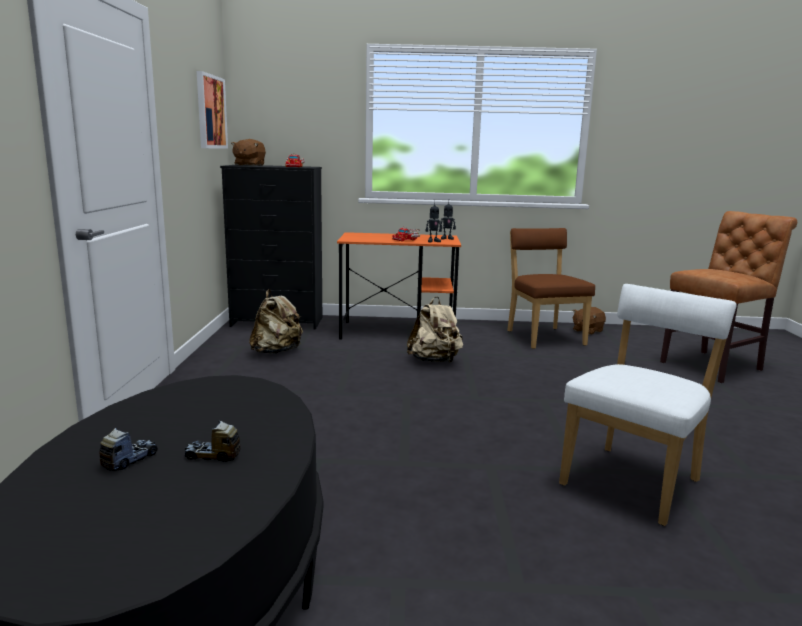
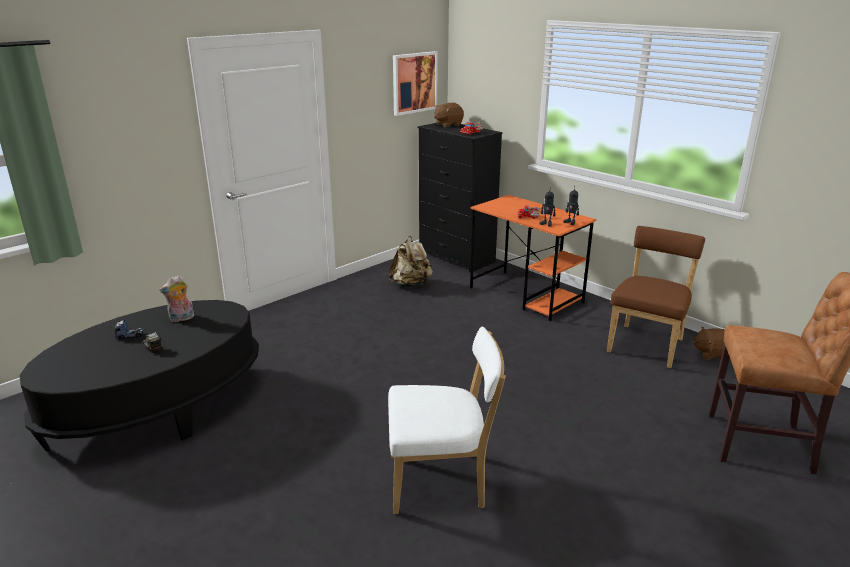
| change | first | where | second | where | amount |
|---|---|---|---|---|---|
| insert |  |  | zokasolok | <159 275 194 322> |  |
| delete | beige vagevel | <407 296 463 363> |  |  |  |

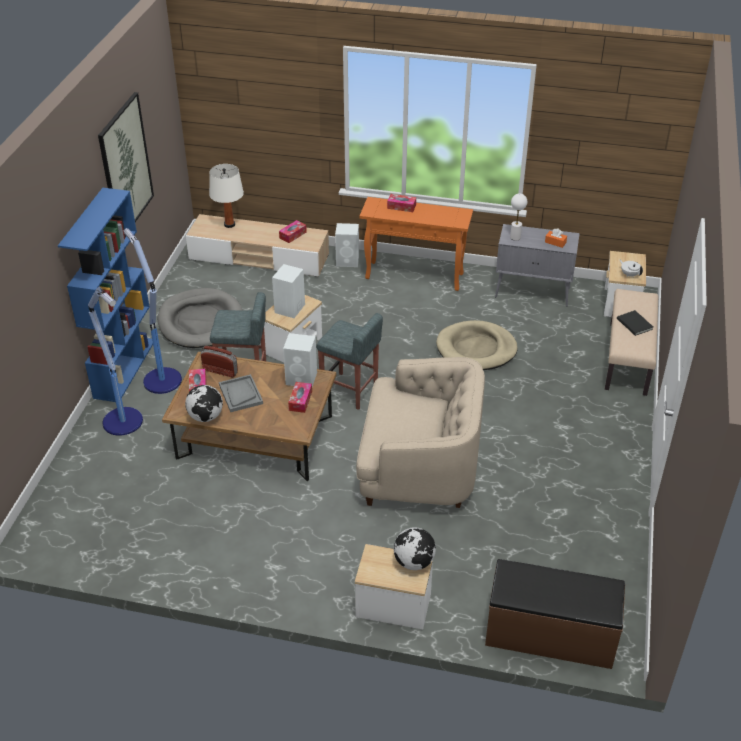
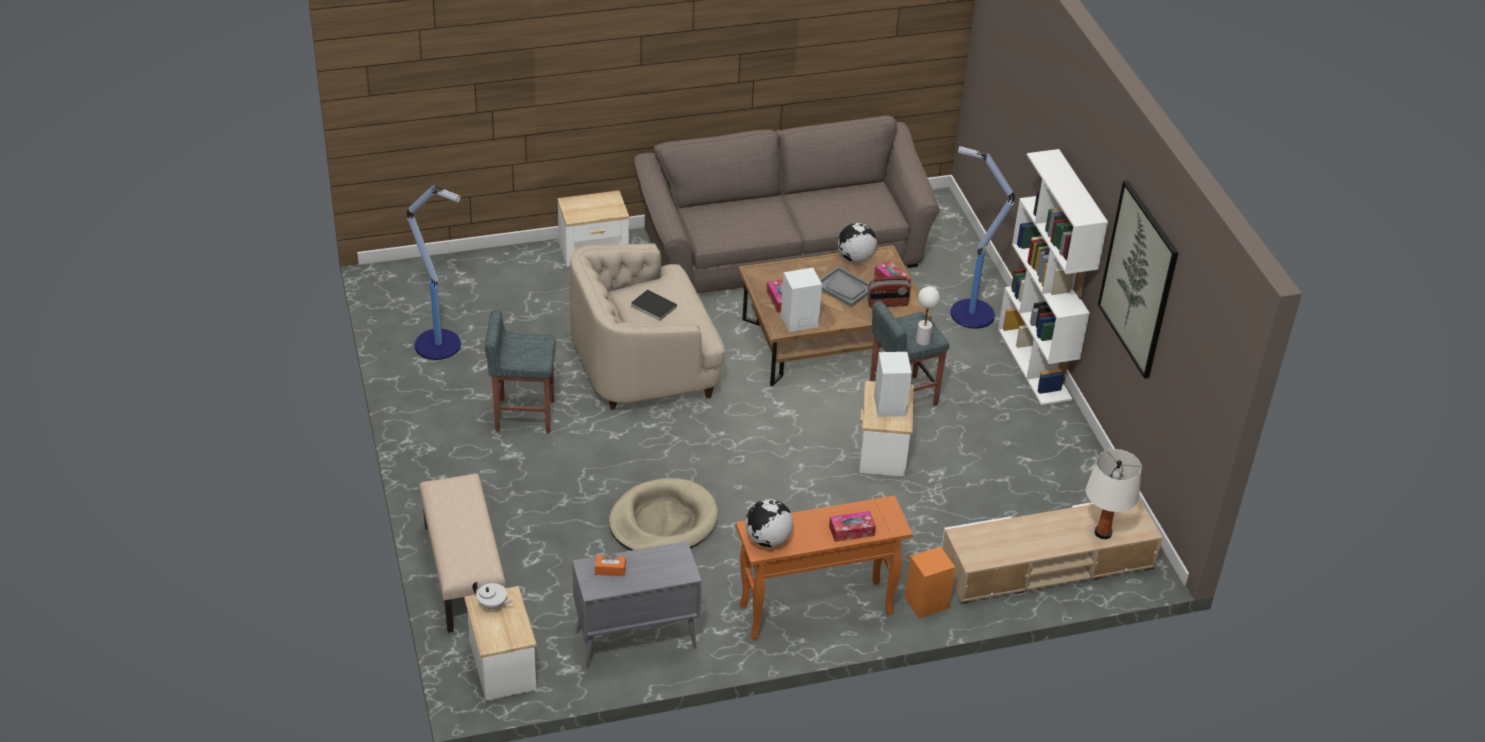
| change | first | where | second | where | amount |
|---|---|---|---|---|---|
| move | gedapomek | <123 228 182 394> |  | <407 185 461 360> |  |
| move | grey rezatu | <316 313 383 410> |  | <485 310 556 434> |  |
| move | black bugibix | <617 310 653 336> |  | <631 290 677 321> |  |
| insert |  |  | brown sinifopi | <634 116 940 293> |  |
| move | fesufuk | <394 528 436 570> |  | <746 499 793 547> |  |
| recolor | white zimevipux | <335 223 359 267> | orange zimevipux | <904 546 955 618> |  |
| move | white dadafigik | <510 193 527 241> |  | <916 287 940 346> |  |
| recolor | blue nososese | <58 188 153 402> | white nososese | <998 149 1108 405> |  |
| delete | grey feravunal | <158 288 243 348> |  |  |  |
| delete | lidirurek | <279 220 307 243> |  |  |  |
| delete | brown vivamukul | <485 559 625 669> |  |  |  |

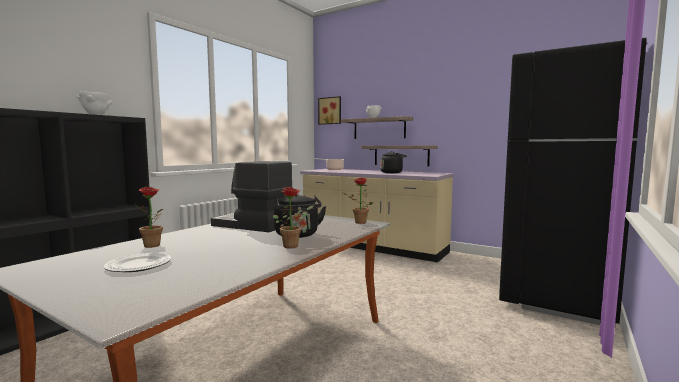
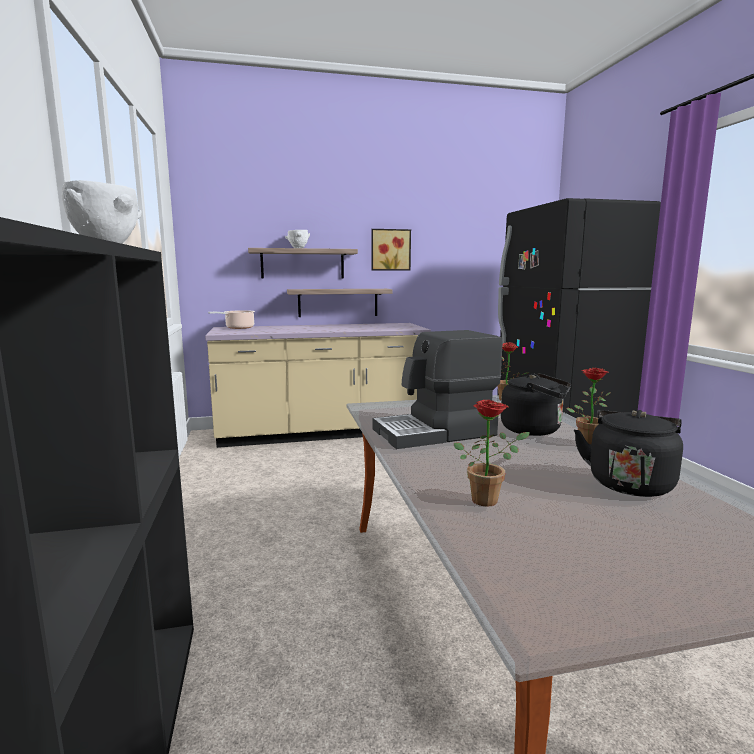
| change | first | where | second | where | amount |
|---|---|---|---|---|---|
| move | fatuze | <318 96 341 125> |  | <371 229 411 270> |  |
| move | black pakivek | <380 151 407 173> |  | <574 410 683 497> |  |
| delete | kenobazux | <104 253 171 272> |  |  |  |

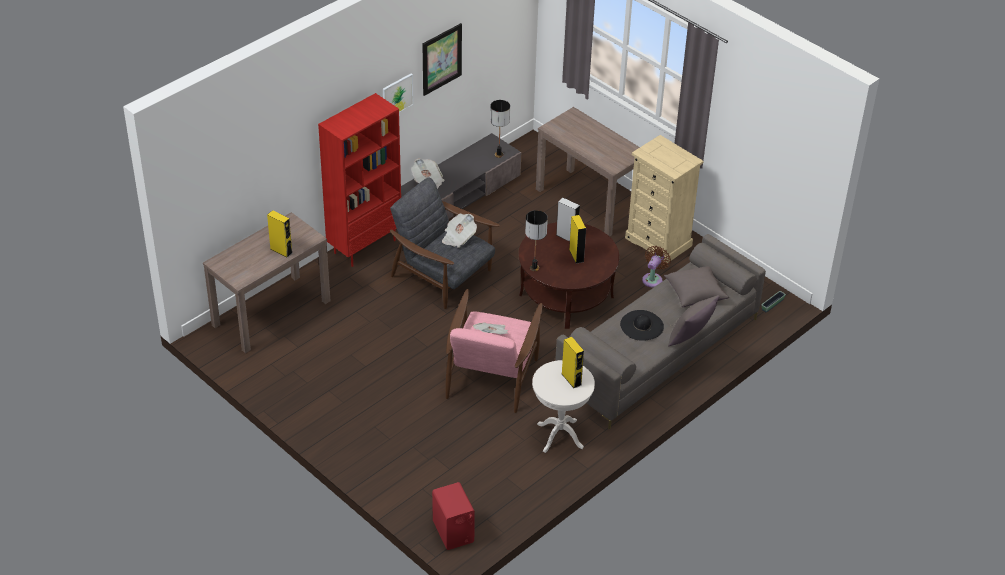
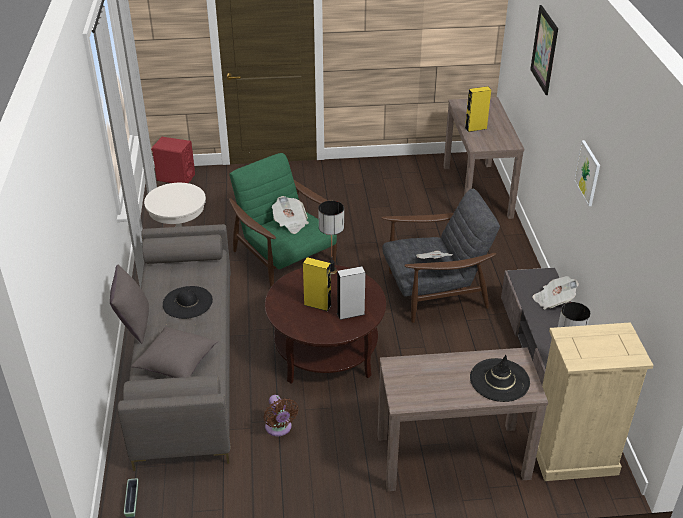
| change | first | where | second | where | amount |
|---|---|---|---|---|---|
| recolor | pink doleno | <446 289 543 413> | green doleno | <229 153 337 288> |  |
| insert |  |  | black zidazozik | <470 355 530 402> |  |
| move | fatuze | <423 23 462 96> |  | <530 5 558 95> |  |
| move | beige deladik | <625 135 704 263> |  | <536 322 654 481> |  |
| delete | red nososese | <318 93 401 267> |  |  |  |
| delete | yellow zimevipux | <562 336 584 388> |  |  |  |

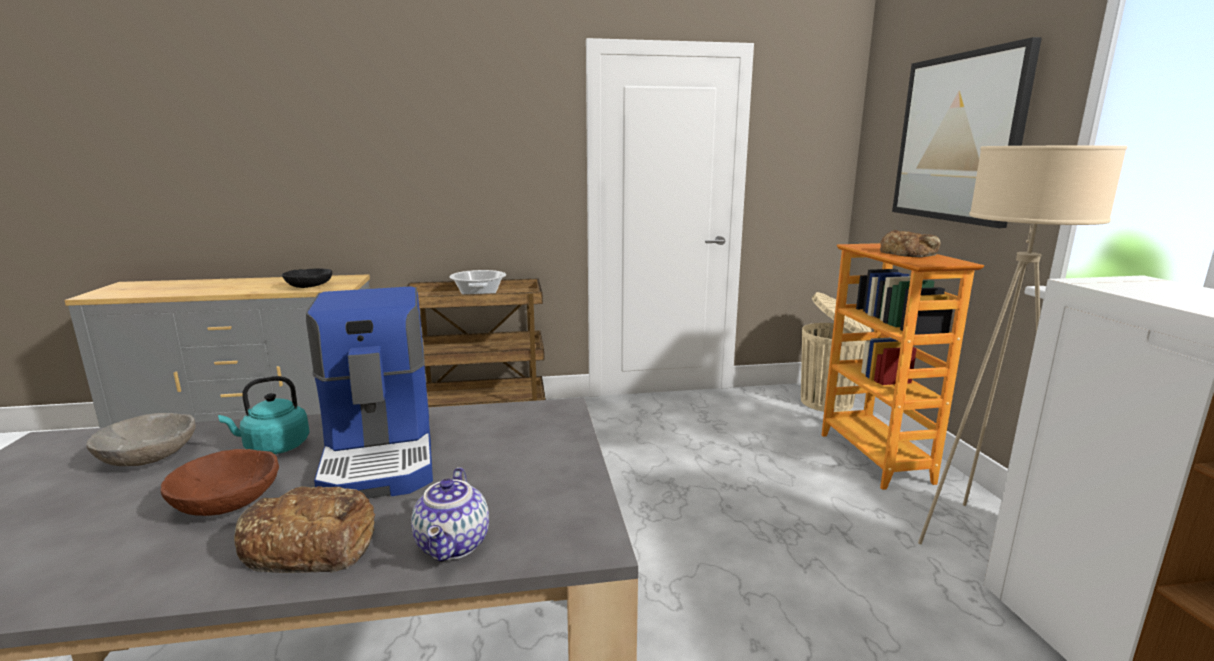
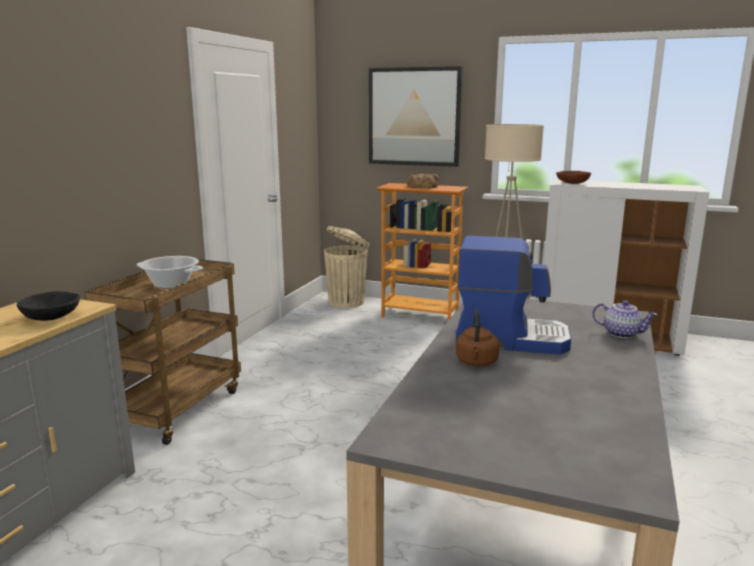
| change | first | where | second | where | amount |
|---|---|---|---|---|---|
| recolor | turquoise pakivek | <218 376 310 454> | brown pakivek | <456 310 500 366> |  |
| move | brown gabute | <160 449 279 516> |  | <556 171 591 184> |  |
| delete | grey gabute | <86 413 196 466> |  |  |  |
| delete | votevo | <234 486 375 573> |  |  |  |

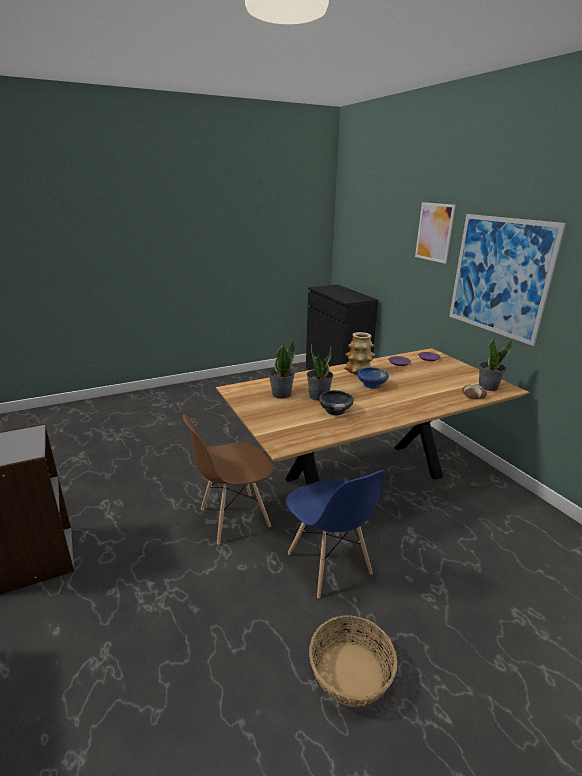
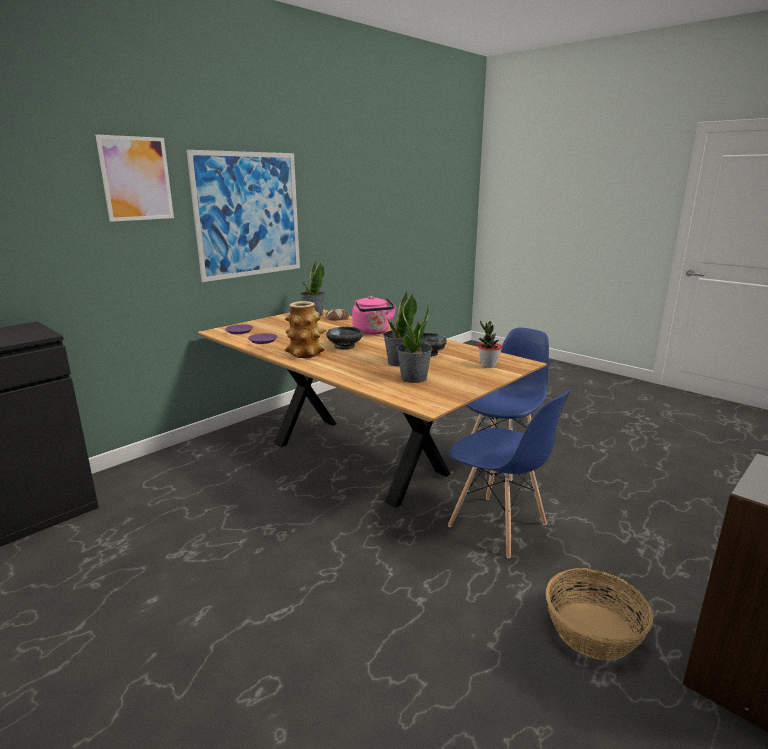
| change | first | where | second | where | amount |
|---|---|---|---|---|---|
| recolor | blue gabute | <357 367 389 389> | black gabute | <326 327 363 350> |  |
| insert |  |  | pink pakivek | <352 296 396 335> |  |
| recolor | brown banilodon | <183 414 274 544> | blue banilodon | <448 390 571 558> |  |
| insert |  |  | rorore | <478 321 502 368> |  |
| move | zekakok | <309 615 397 707> |  | <546 568 653 661> |  |

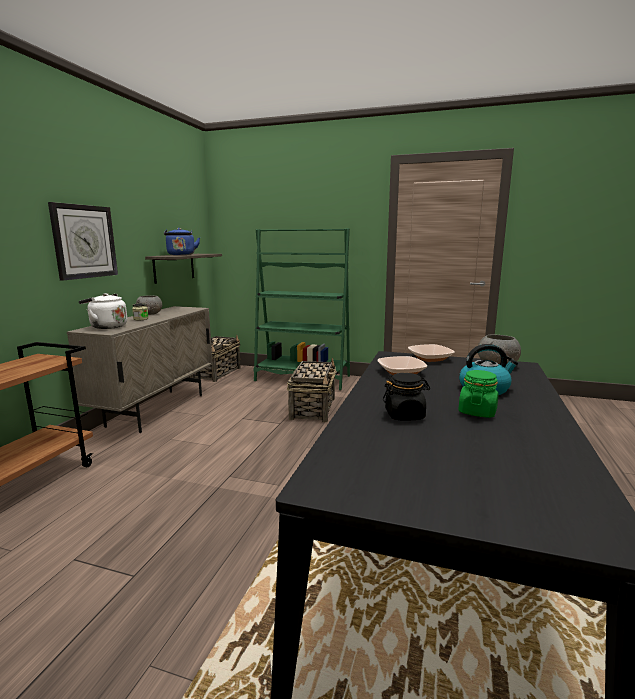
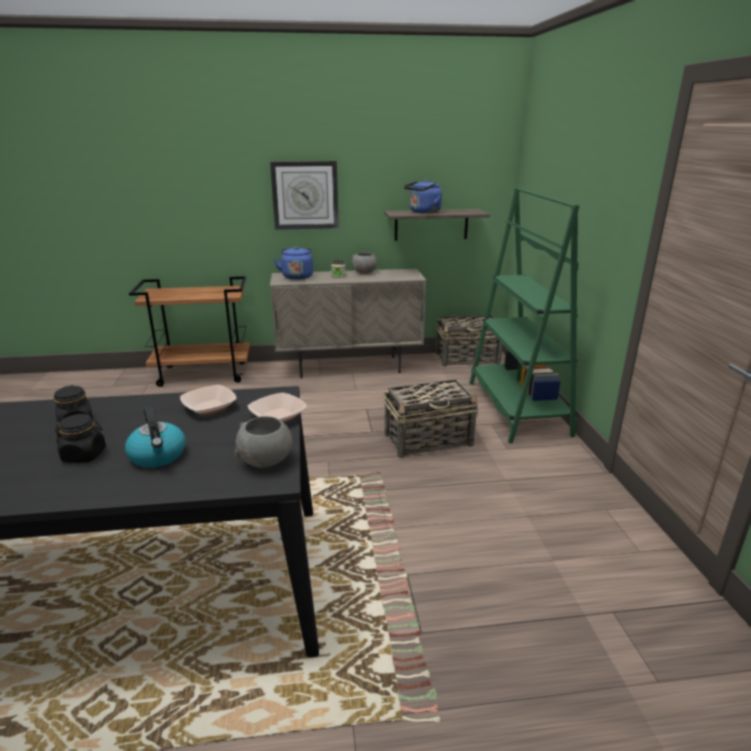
| change | first | where | second | where | amount |
|---|---|---|---|---|---|
| recolor | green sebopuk | <458 370 498 418> | black sebopuk | <55 414 106 463> |  |
| recolor | white pakivek | <79 293 127 329> | blue pakivek | <273 246 313 280> |  |

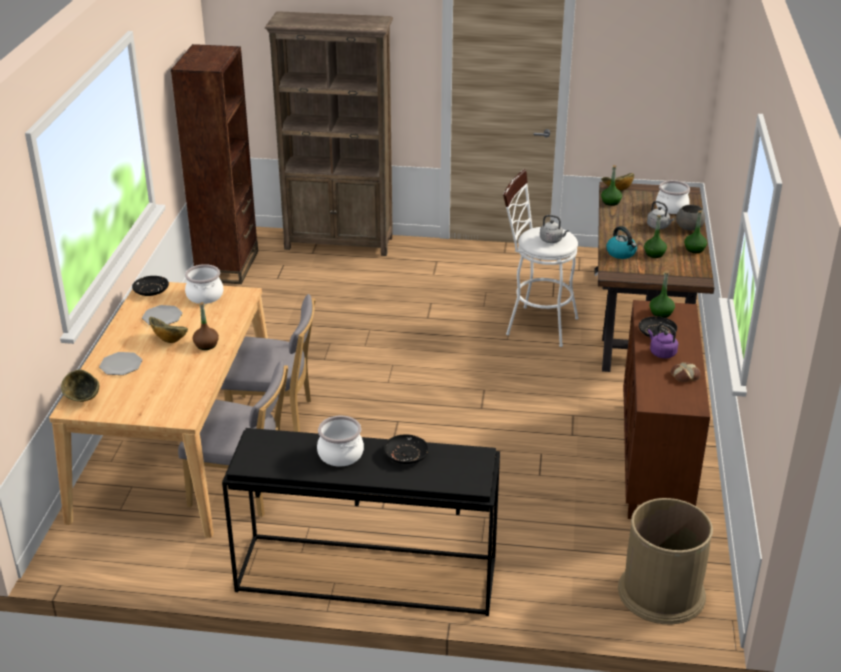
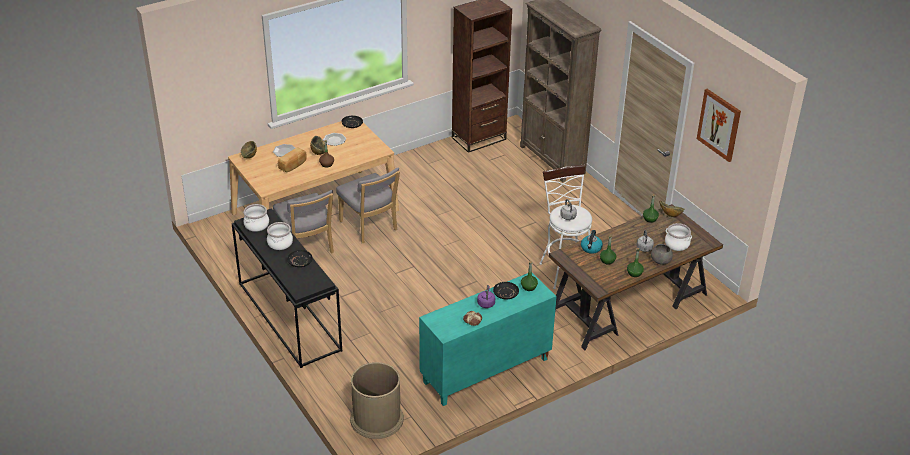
| change | first | where | second | where | amount |
|---|---|---|---|---|---|
| move | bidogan | <185 264 223 304> |  | <243 204 269 232> |  |
| insert |  |  | votevo | <278 147 307 172> |  |
| recolor | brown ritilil | <624 300 710 519> | turquoise ritilil | <419 273 557 406> |  |
| insert |  |  | fatuze | <697 89 741 162> |  |

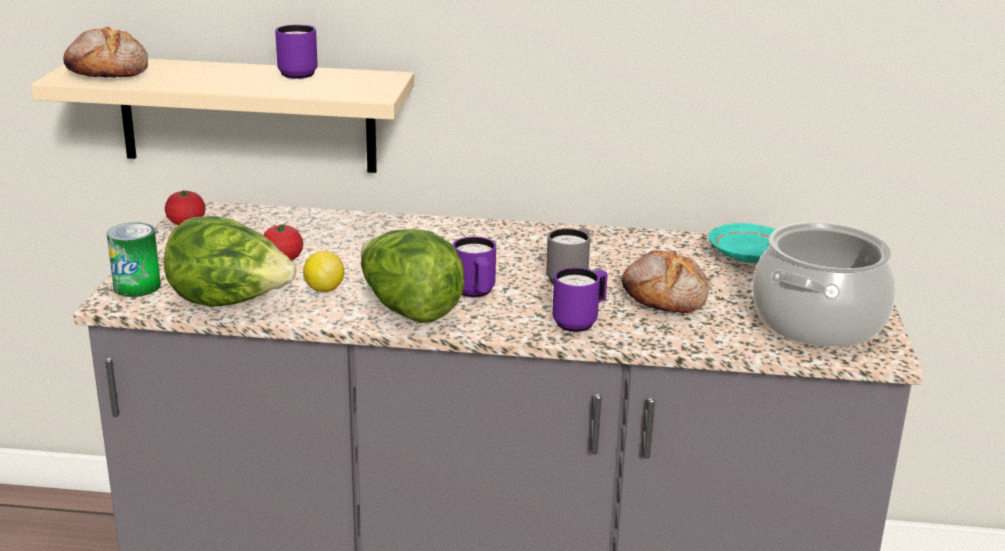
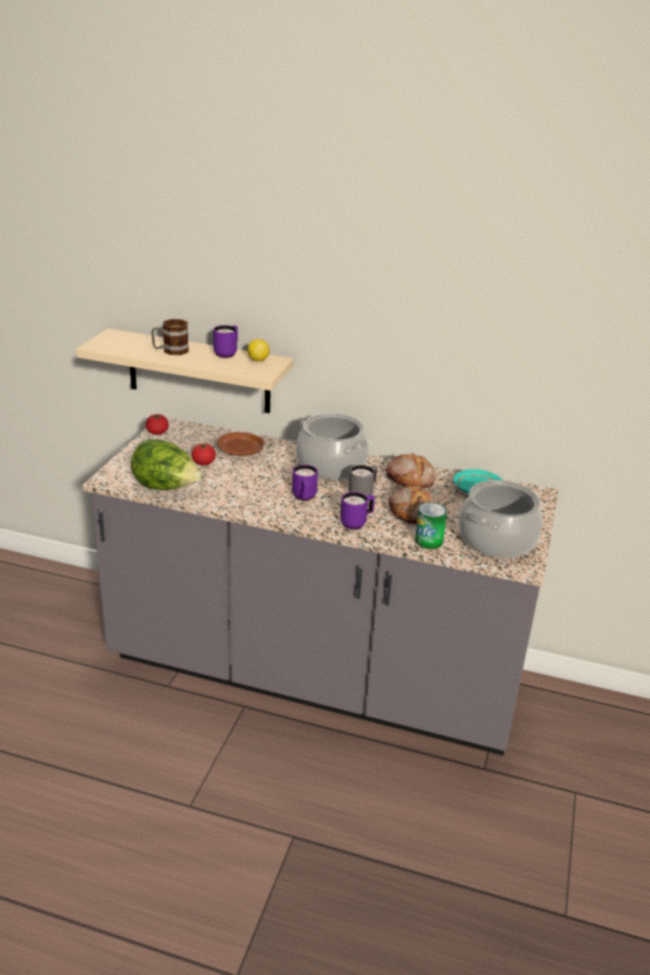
| change | first | where | second | where | amount |
|---|---|---|---|---|---|
| insert |  |  | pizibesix | <151 319 189 355> |  |
| insert |  |  | brown kenobazux | <217 432 265 456> |  |
| move | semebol | <303 251 344 292> |  | <247 339 270 361> |  |
| insert |  |  | bidogan | <296 413 369 479> |  |
| move | votevo | <63 27 148 78> |  | <386 453 435 488> |  |
| move | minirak | <107 222 161 297> |  | <415 502 447 549> |  |
| delete | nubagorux | <361 229 465 323> |  |  |  |

